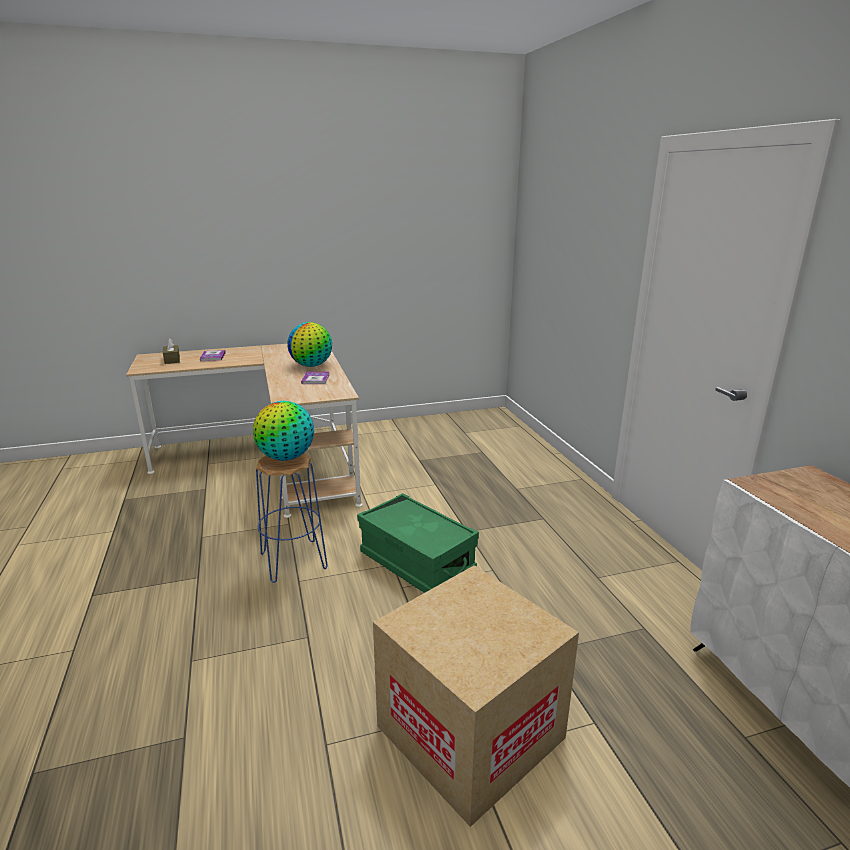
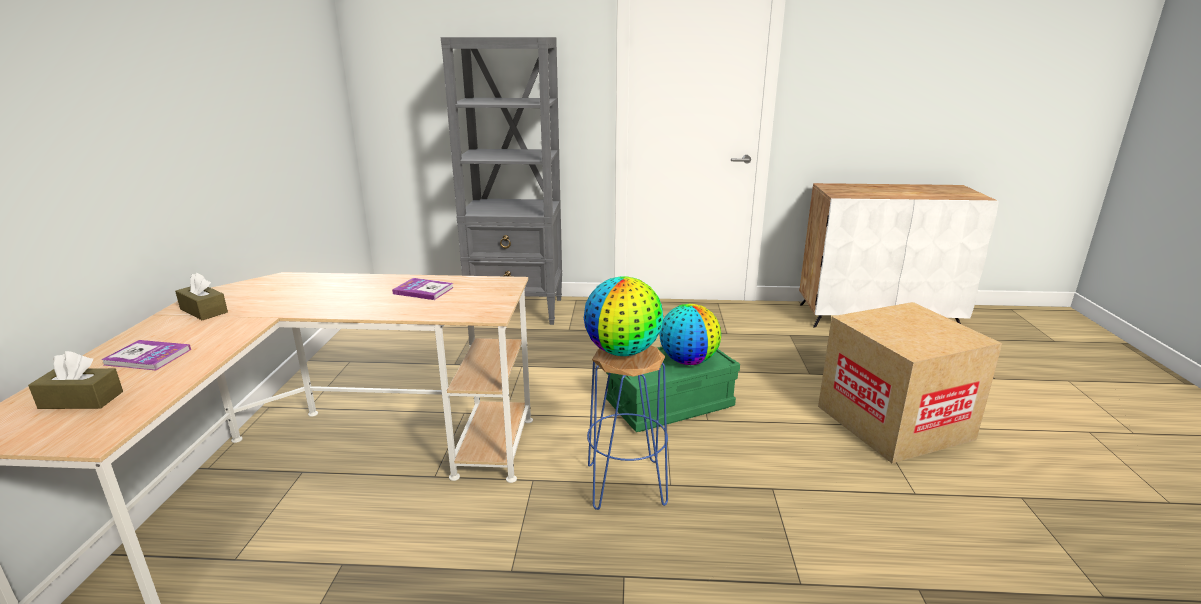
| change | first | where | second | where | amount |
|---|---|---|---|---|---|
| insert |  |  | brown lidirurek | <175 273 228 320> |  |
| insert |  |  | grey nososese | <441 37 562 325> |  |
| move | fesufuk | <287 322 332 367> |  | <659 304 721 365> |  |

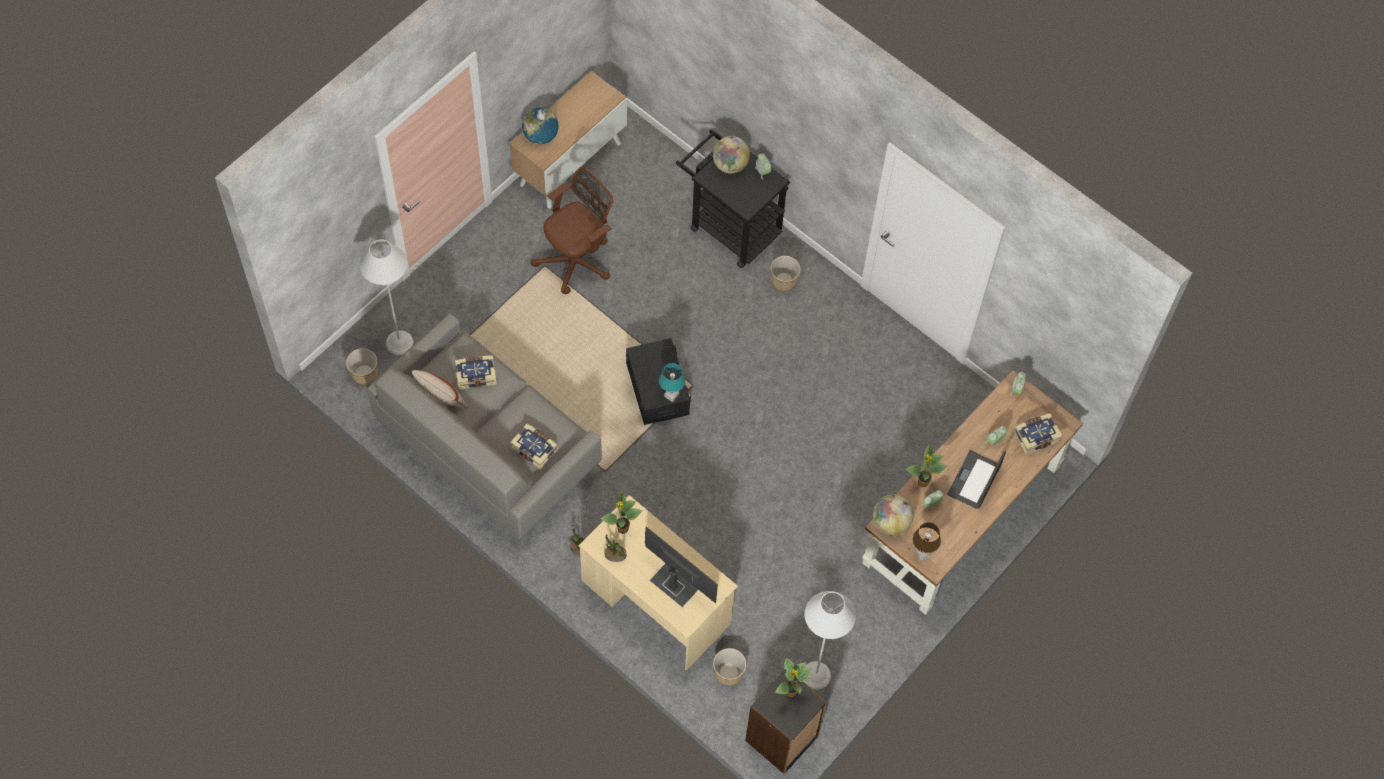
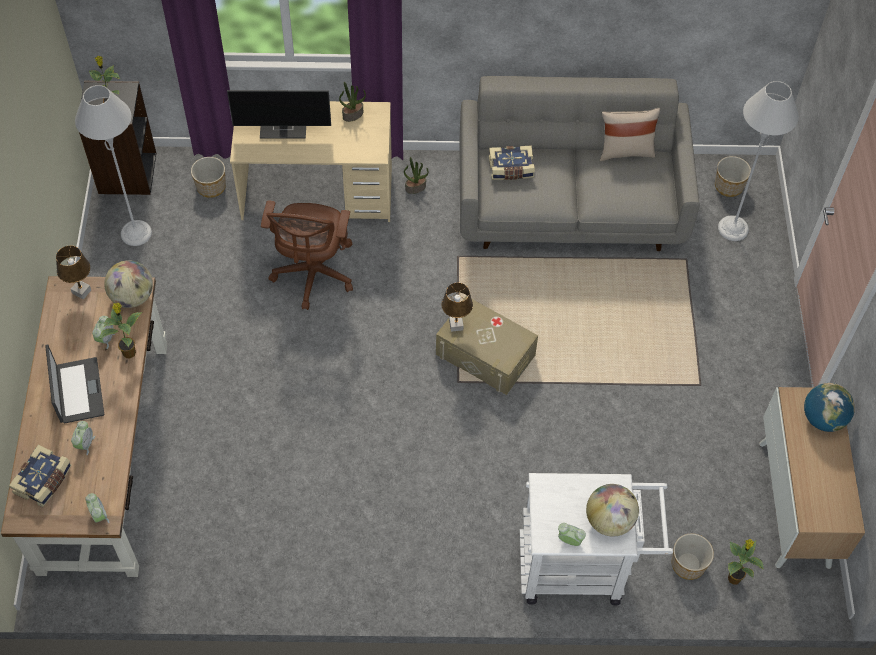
| change | first | where | second | where | amount |
|---|---|---|---|---|---|
| move | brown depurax | <531 166 613 294> |  | <261 200 353 310> |  |
| recolor | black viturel | <626 338 691 425> | beige viturel | <436 296 538 395> |  |
| recolor | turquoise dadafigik | <659 363 686 402> | brown dadafigik | <441 283 473 332> |  |
| recolor | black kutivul | <676 129 790 268> | white kutivul | <520 473 673 605> |  |
| move | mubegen | <770 256 801 291> |  | <672 533 714 580> |  |
| move | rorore | <600 491 643 534> |  | <728 539 764 585> |  |
| delete | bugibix | <455 355 497 389> |  |  |  |

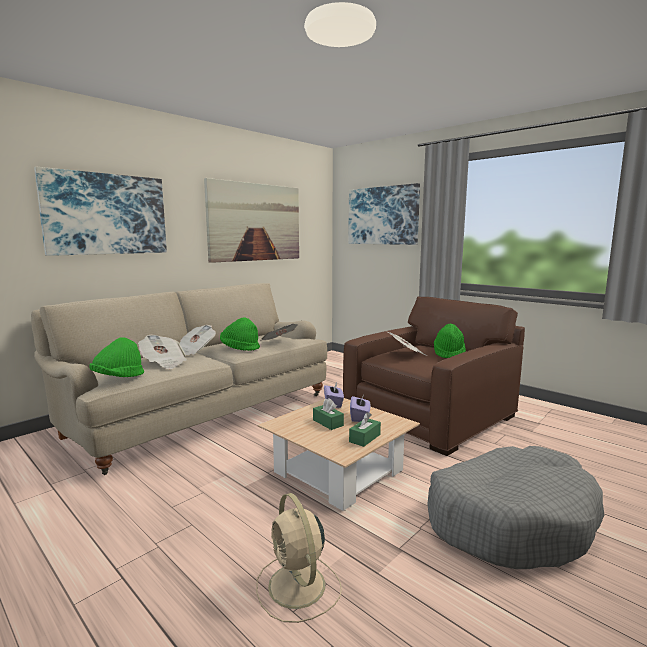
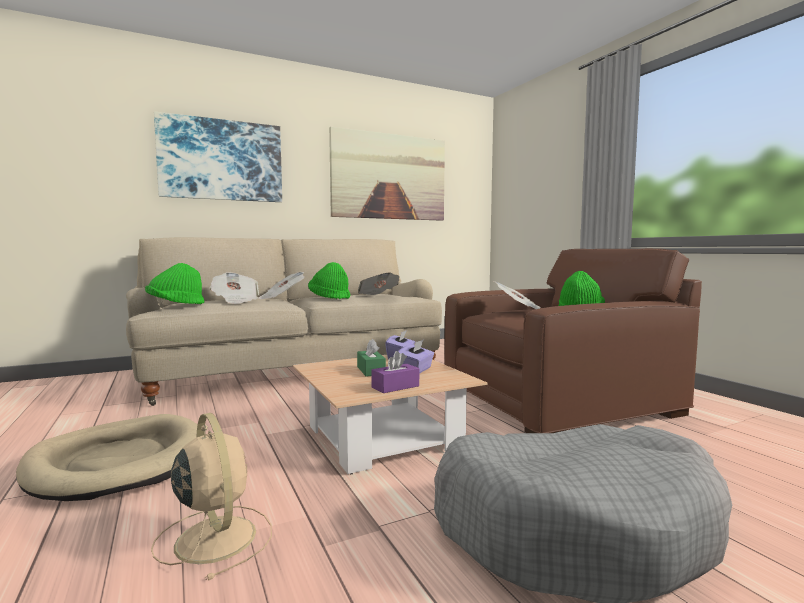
| change | first | where | second | where | amount |
|---|---|---|---|---|---|
| insert |  |  | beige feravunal | <16 414 198 501> |  |
| rotate | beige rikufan | <256 493 342 623> |  | <151 413 272 580> | 150 degrees clockwise |
| recolor | green lidirurek | <349 413 381 447> | purple lidirurek | <371 351 419 393> |  |
| delete | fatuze | <348 183 420 245> |  |  |  |

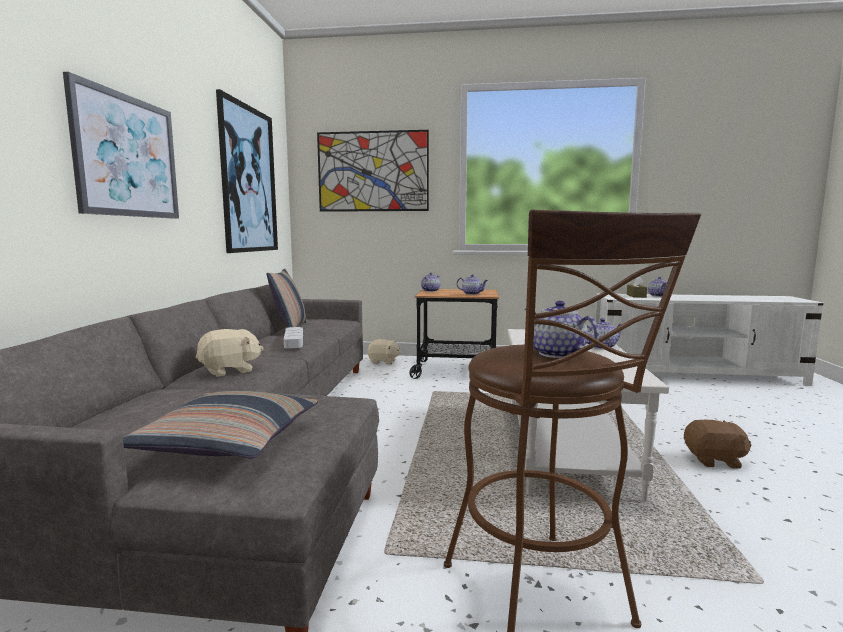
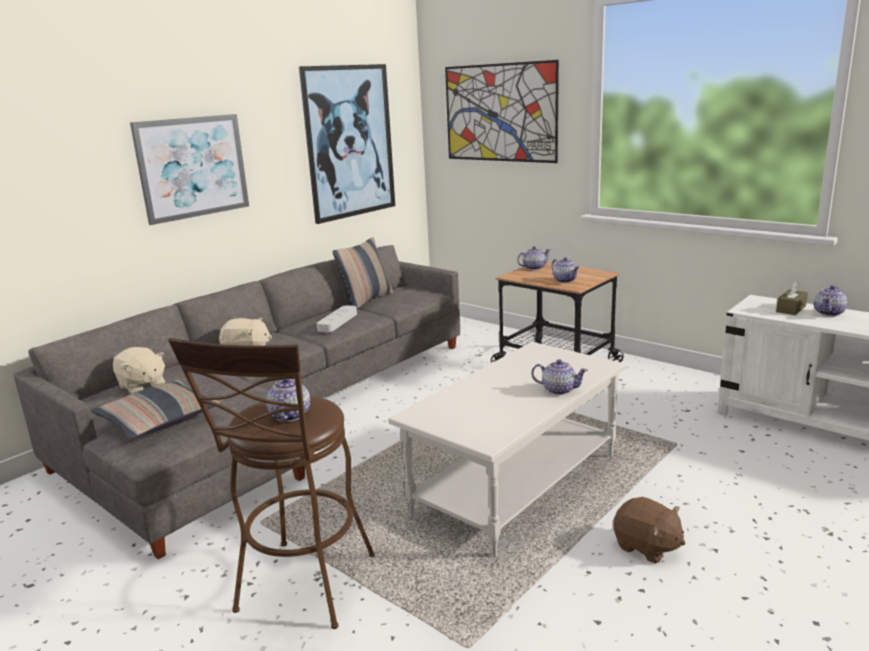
| change | first | where | second | where | amount |
|---|---|---|---|---|---|
| move | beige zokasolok | <368 339 401 365> |  | <113 347 166 394> |  |

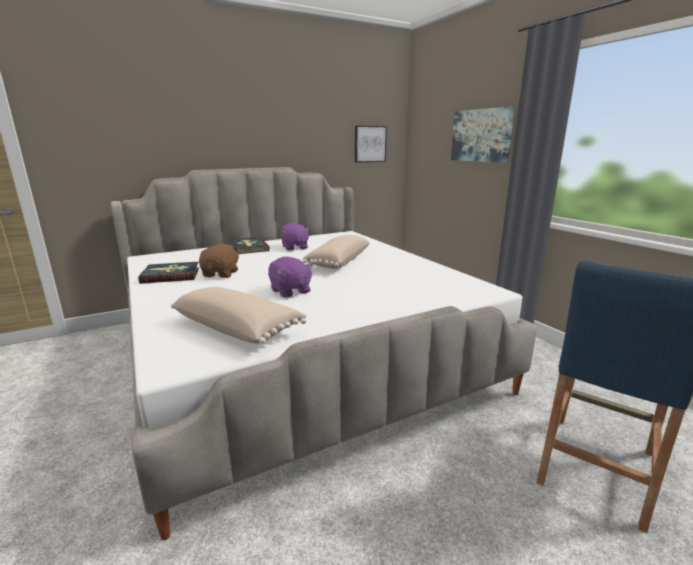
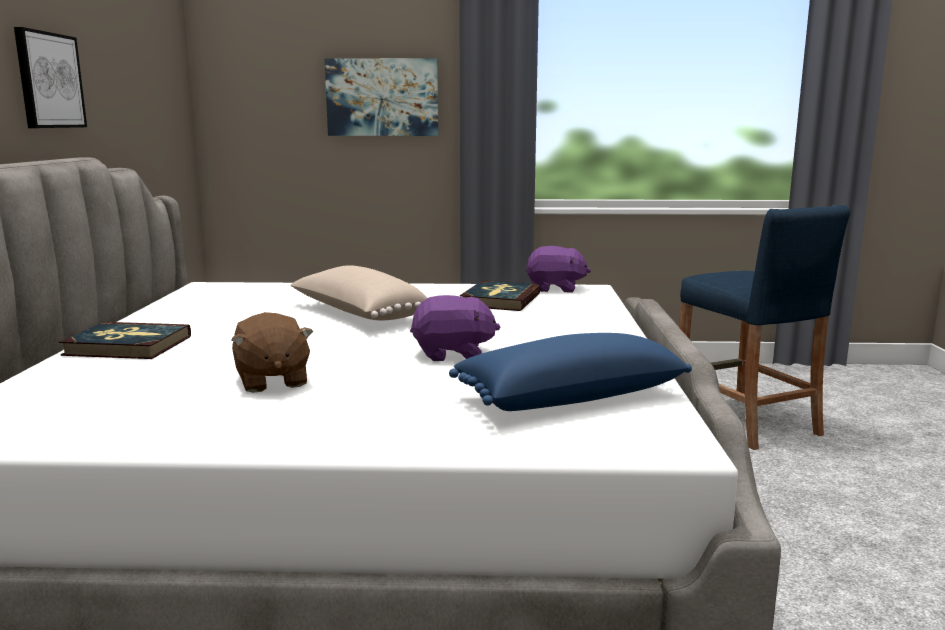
| change | first | where | second | where | amount |
|---|---|---|---|---|---|
| move | fatuze | <355 126 387 163> |  | <14 27 87 128> |  |
| rotate | brown zokasolok | <199 244 240 278> |  | <231 312 313 393> | 150 degrees counterclockwise |
| recolor | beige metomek | <171 287 307 344> | blue metomek | <449 333 692 411> |  |
| move | bugibix | <138 262 199 284> |  | <460 280 541 311> |  |
| move | purple zokasolok | <280 223 310 251> |  | <525 246 591 293> |  |

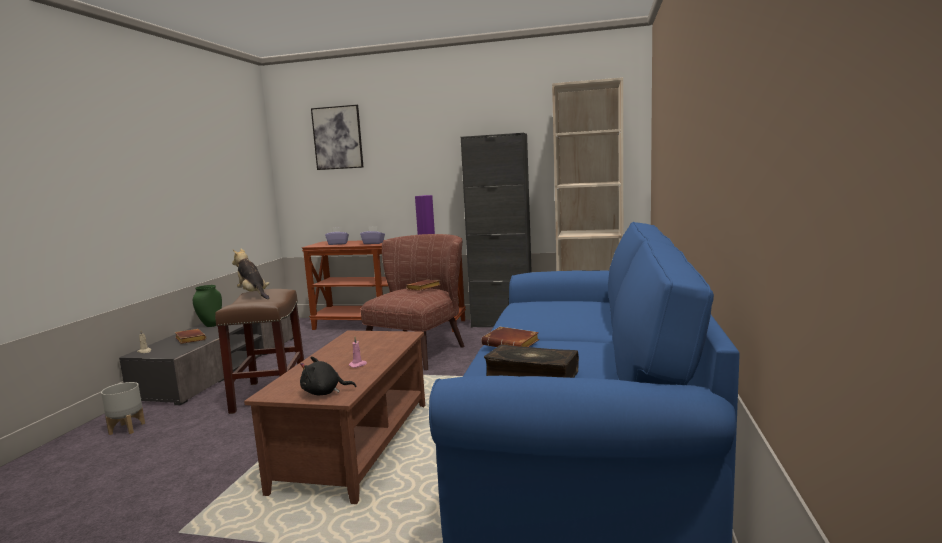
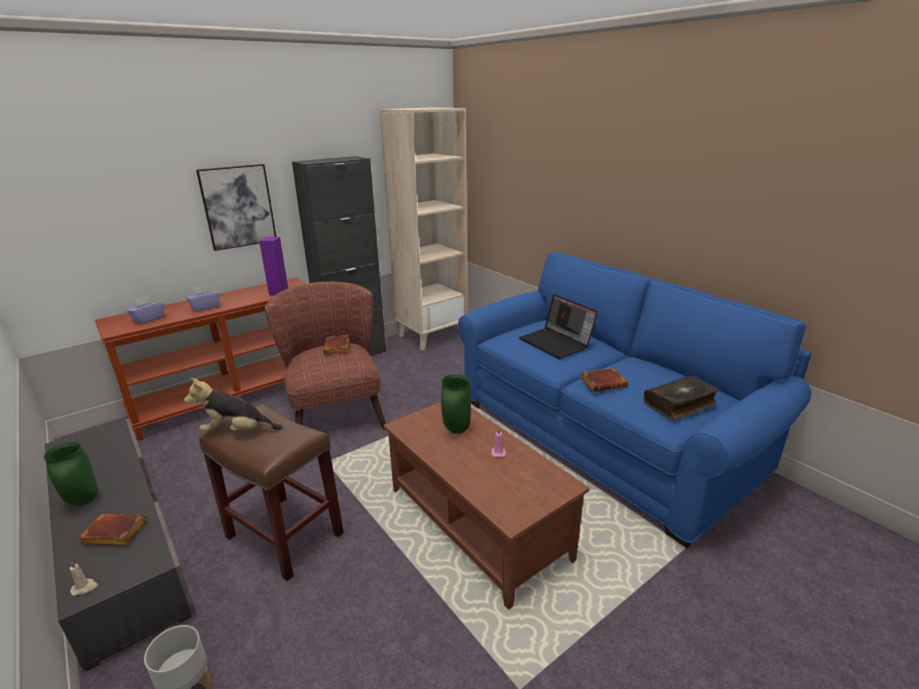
| change | first | where | second | where | amount |
|---|---|---|---|---|---|
| move | fatuze | <311 105 364 170> |  | <196 164 276 251> |  |
| insert |  |  | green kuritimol | <441 374 471 434> |  |
| insert |  |  | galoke | <519 294 598 359> |  |
| delete | black zokasolok | <300 356 356 395> |  |  |  |

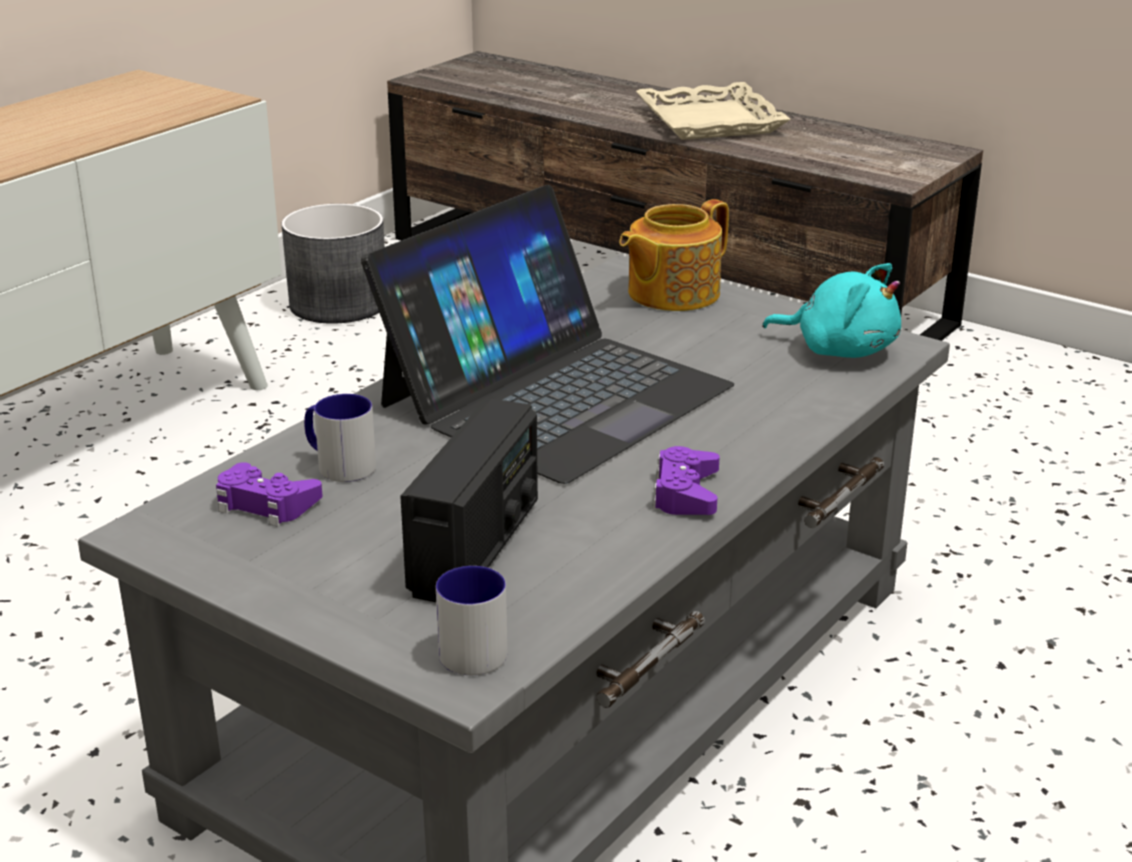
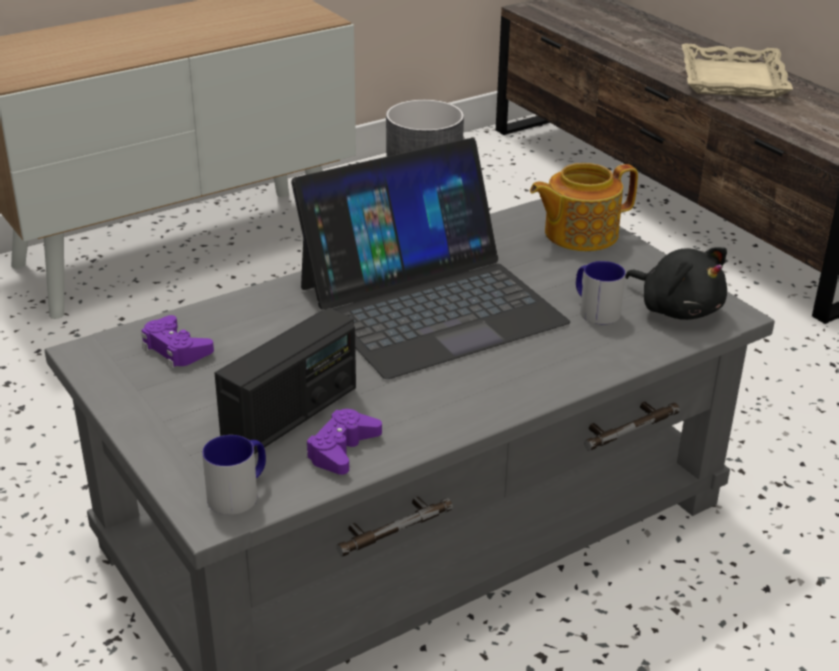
| change | first | where | second | where | amount |
|---|---|---|---|---|---|
| move | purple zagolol | <652 446 720 515> |  | <306 409 382 475> |  |
| move | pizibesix | <304 394 376 482> |  | <576 261 626 325> |  |
| recolor | turquoise zokasolok | <762 263 901 358> | black zokasolok | <625 247 727 320> |  |

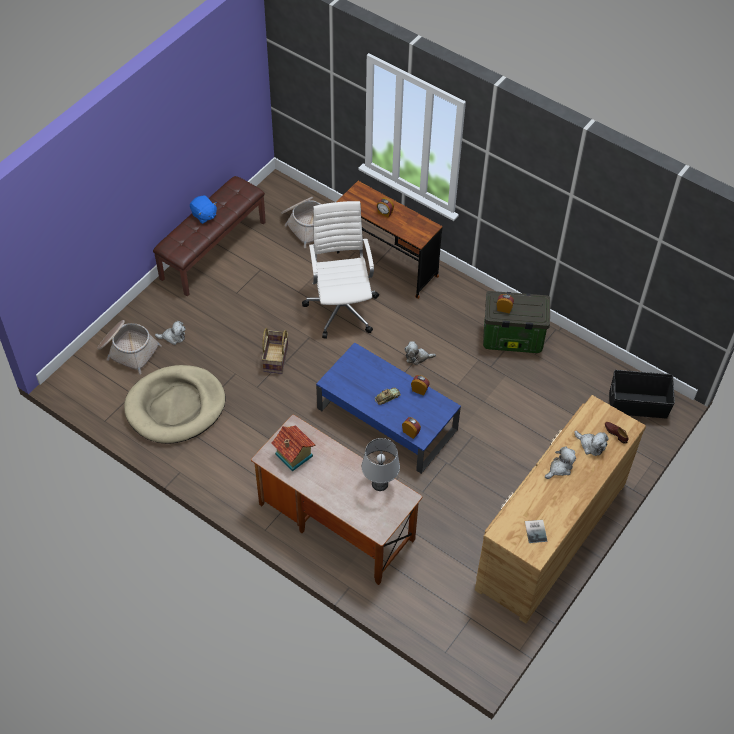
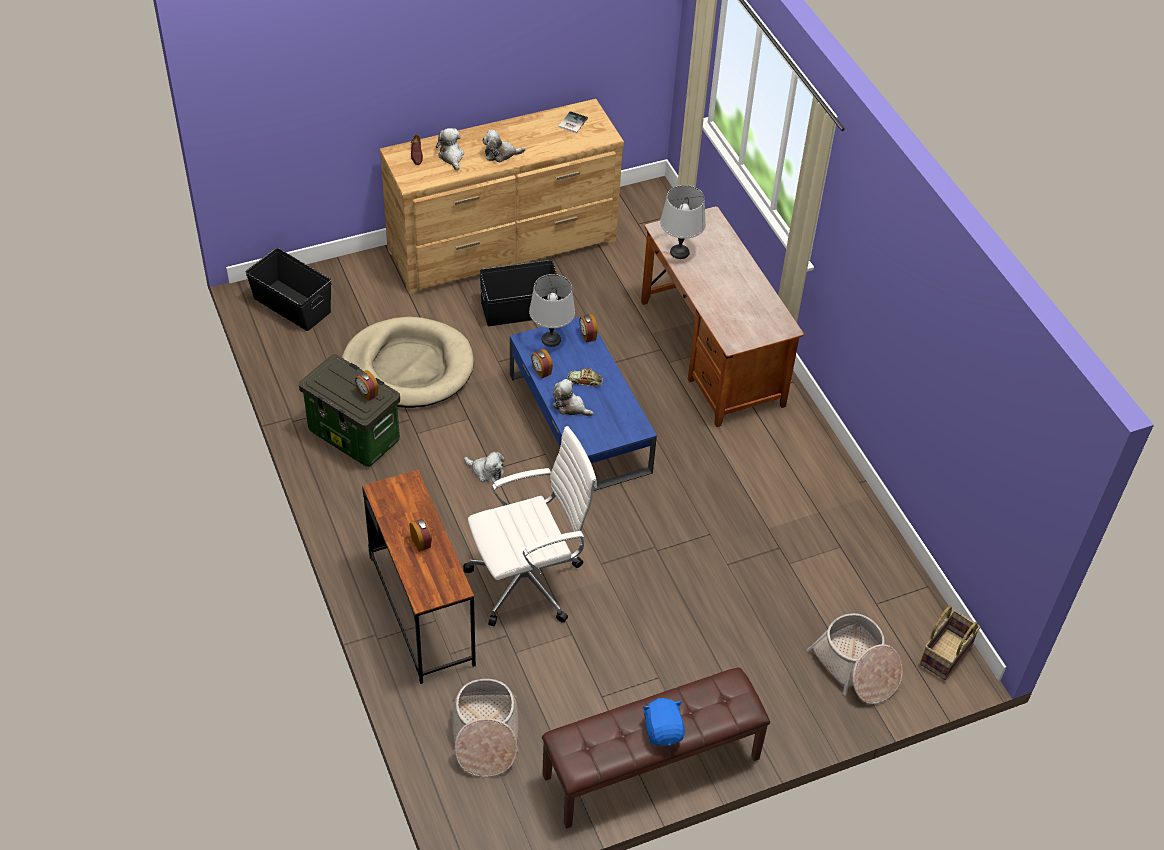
| change | first | where | second | where | amount |
|---|---|---|---|---|---|
| move | beige feravunal | <124 365 226 444> |  | <342 317 474 408> |  |
| rotate | white depurax | <302 201 379 339> |  | <463 426 597 626> | 135 degrees counterclockwise |
| insert |  |  | black viturel | <480 260 561 326> |  |
| insert |  |  | grey dadafigik | <529 274 575 347> |  |
| move | zokasolok | <155 321 186 345> |  | <553 379 594 416> |  |
| move | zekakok | <261 328 288 374> |  | <920 606 980 680> |  |
| delete | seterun | <271 425 315 471> |  |  |  |

